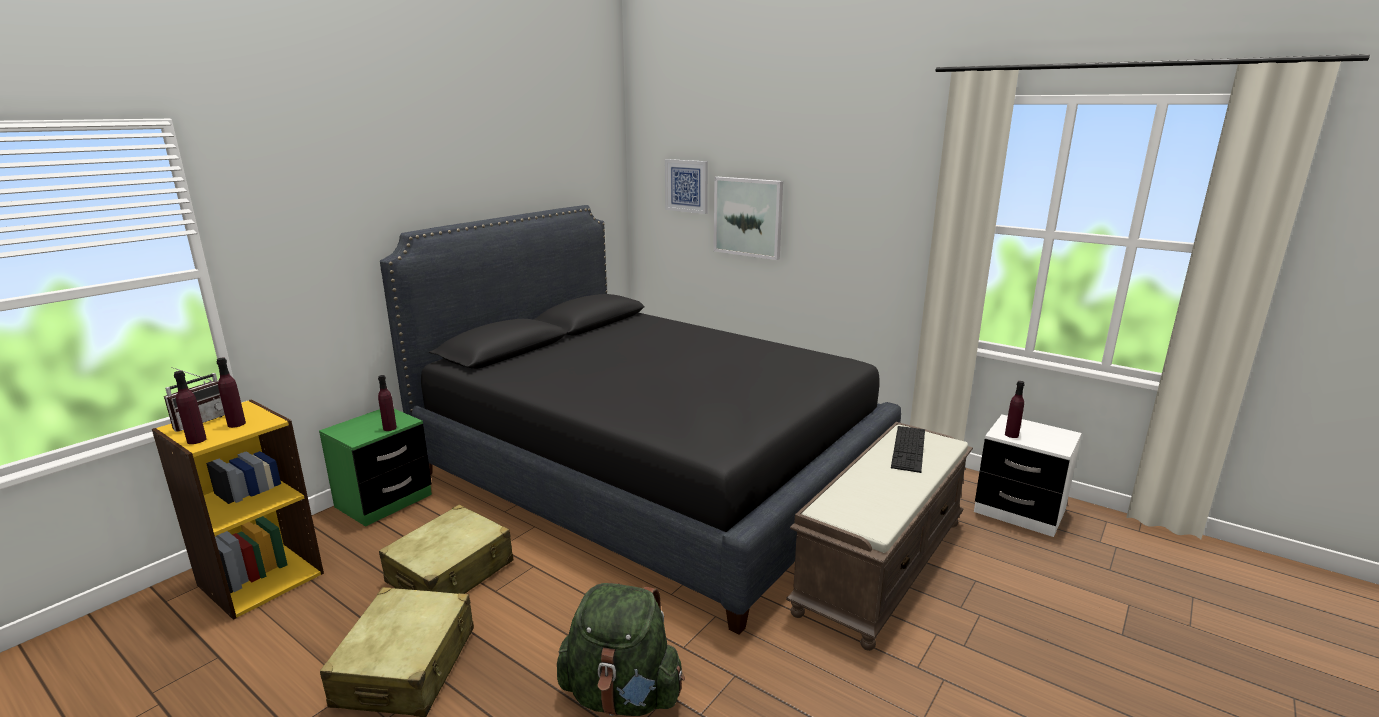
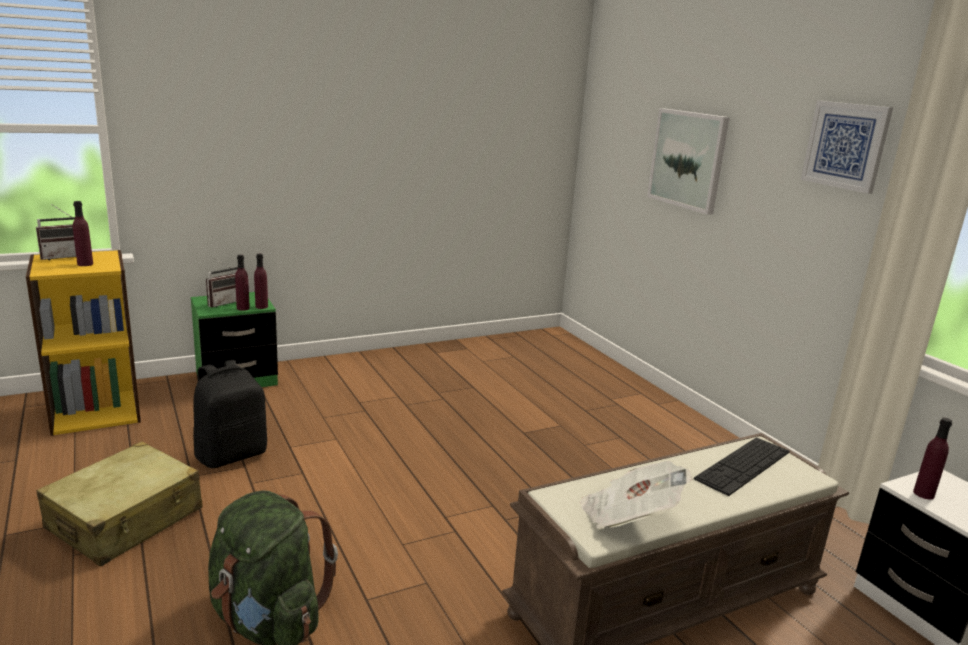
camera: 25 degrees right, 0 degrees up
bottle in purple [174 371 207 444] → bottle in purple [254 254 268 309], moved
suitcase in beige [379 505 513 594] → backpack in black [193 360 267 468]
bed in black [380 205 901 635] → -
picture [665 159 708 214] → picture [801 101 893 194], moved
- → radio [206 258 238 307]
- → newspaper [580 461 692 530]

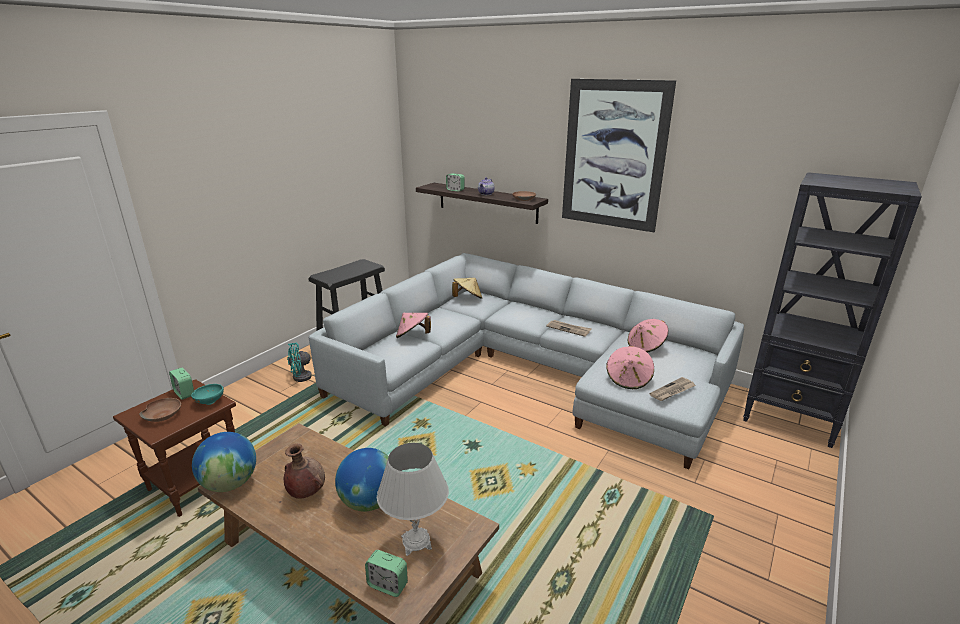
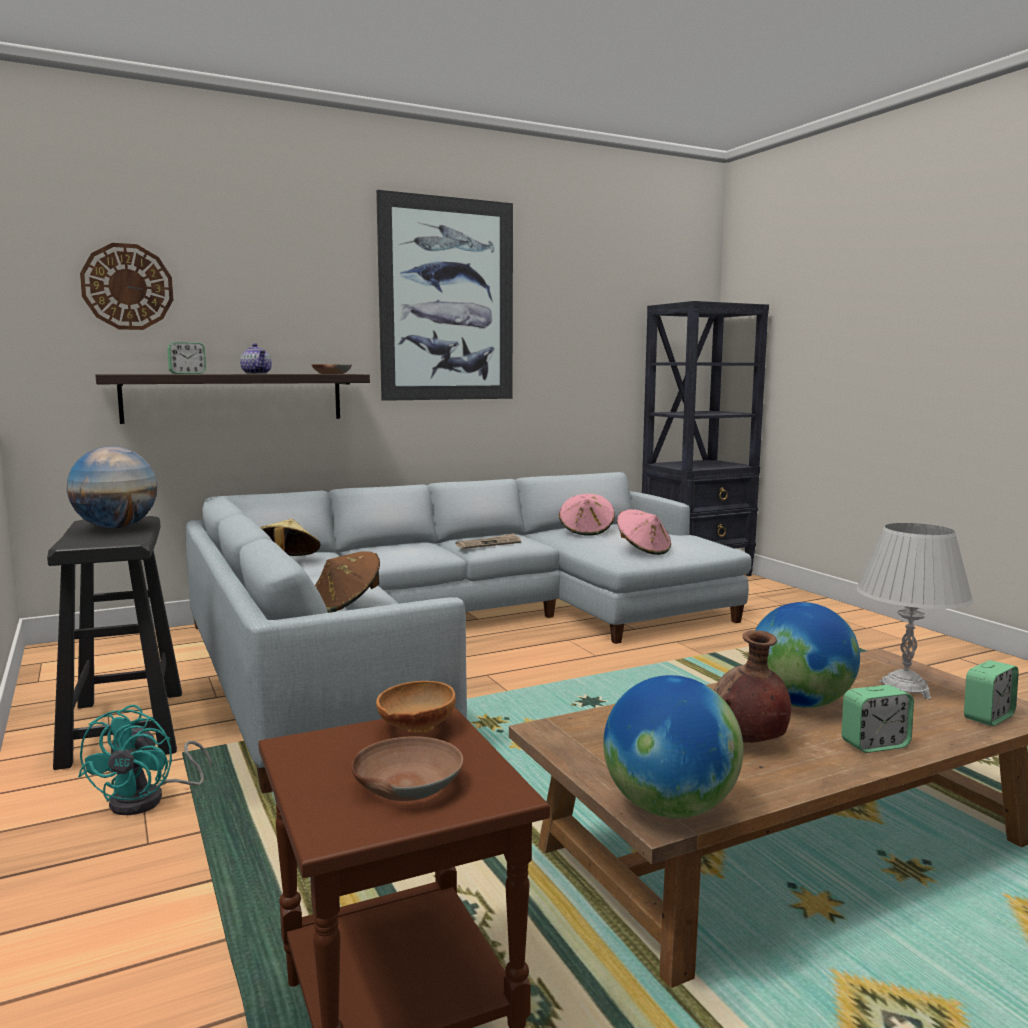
camera: 60 degrees left, 15 degrees down
alarm clock [169 368 194 400] → alarm clock [841 685 914 753], moved
bowl in turquoise [191 384 224 405] → bowl in brown [376 681 456 733]
hat in pink [396 313 431 338] → hat in brown [315 551 380 613]
newspaper [649 377 696 401] → -
- → globe [66 446 158 528]
- → wall clock [80 243 173 330]

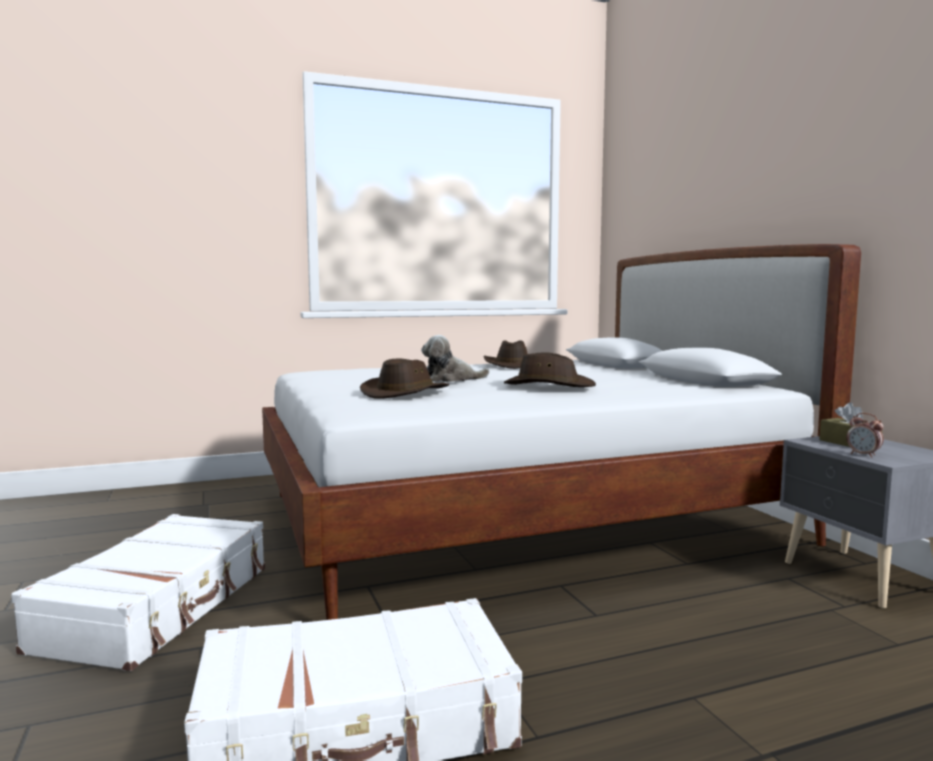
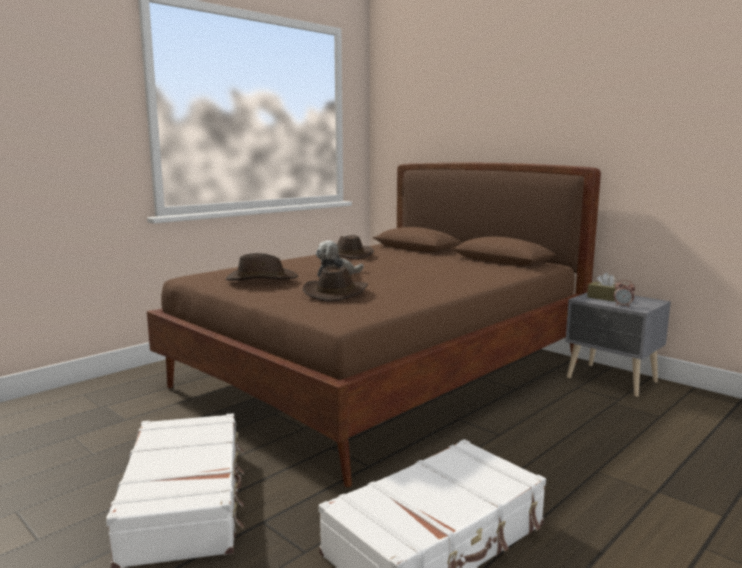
camera: 25 degrees left, 5 degrees up
bed in white [262 244 861 620] → bed in brown [147 163 601 487]
hat in brown [504 352 596 387] → hat in brown [226 253 298 281], moved

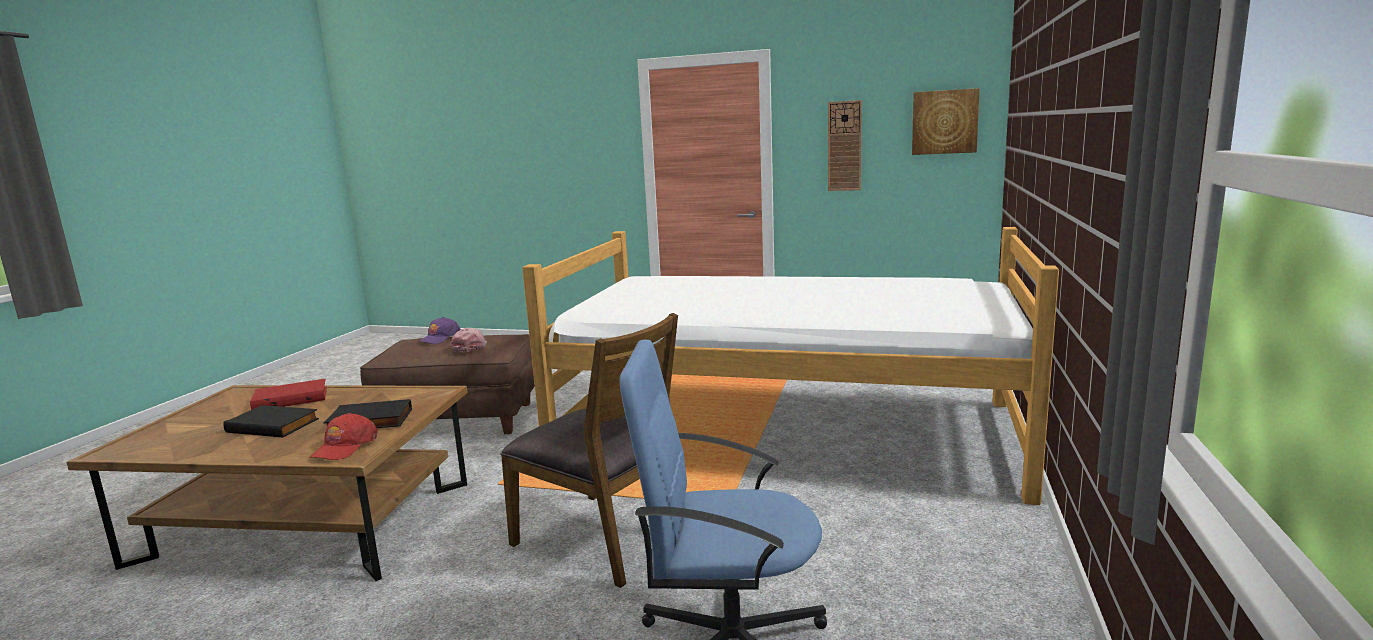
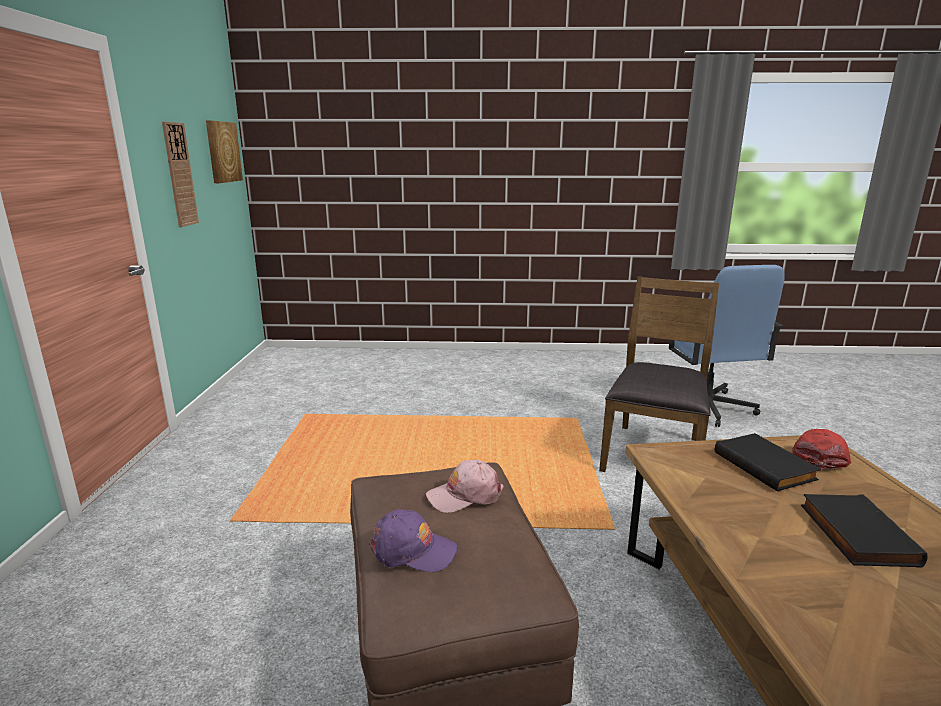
camera: 105 degrees left, 5 degrees up
book in red [250 379 327 410] → -
cap in red [310 413 378 460] → cap in red [792 429 851 469], 60 degrees counterclockwise
bed [522 227 1059 505] → -

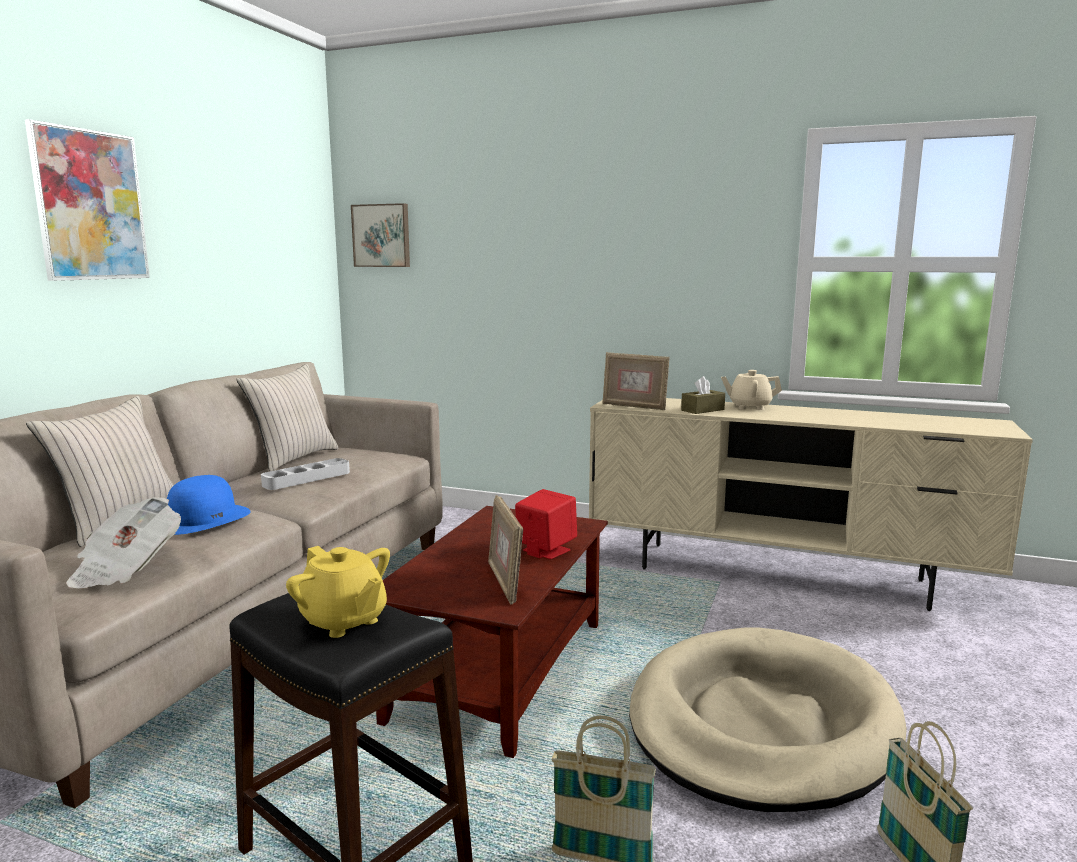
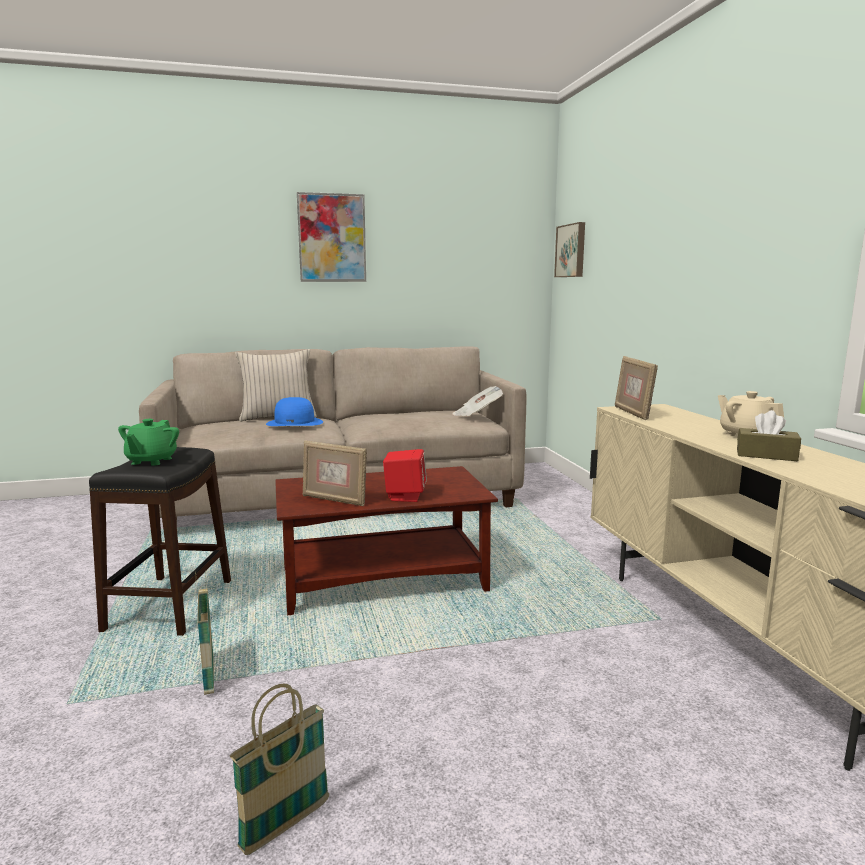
camera: 55 degrees right, 0 degrees up
newspaper [66 497 181 588] → newspaper [452 386 503 416], moved
pillow in beige [236 364 339 471] → -
tray in grey [261 458 350 490] → -
teapot in yellow [286 546 390 638] → teapot in green [118 419 179 466]
picture frame [488 495 523 605] → picture frame [303 441 367 506], 105 degrees counterclockwise
dog bed in beige [629 627 907 812] → -
tissue box in brown [681 376 725 414] → tissue box in brown [737 410 801 461], moved

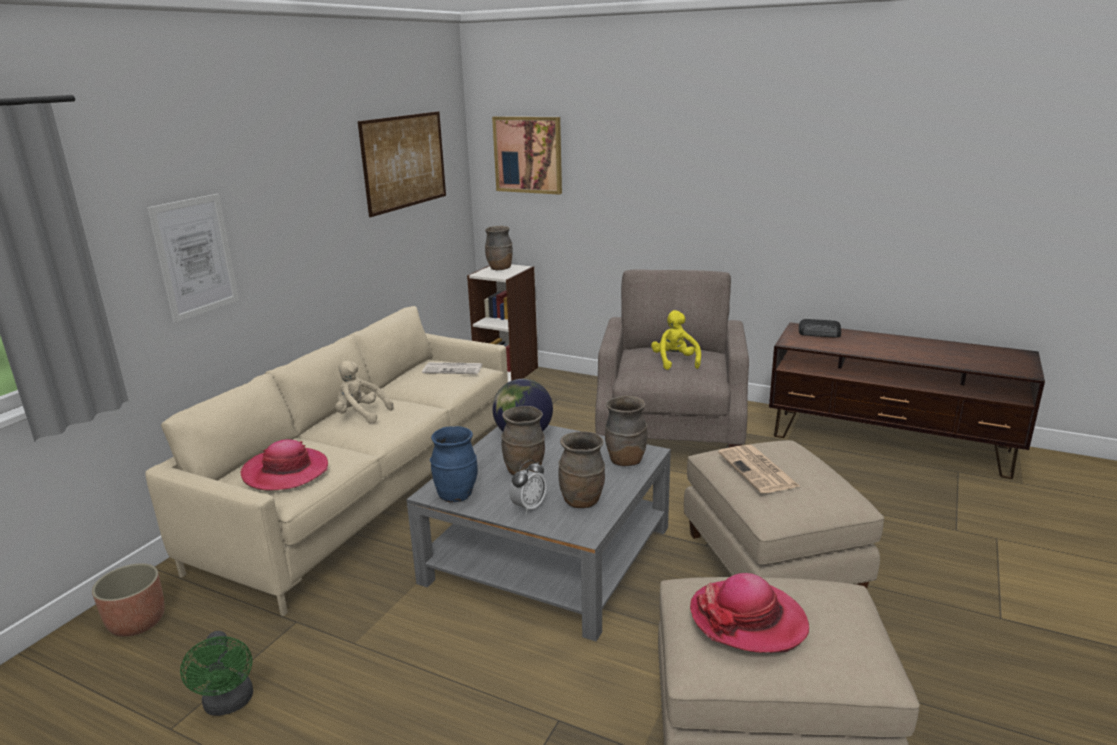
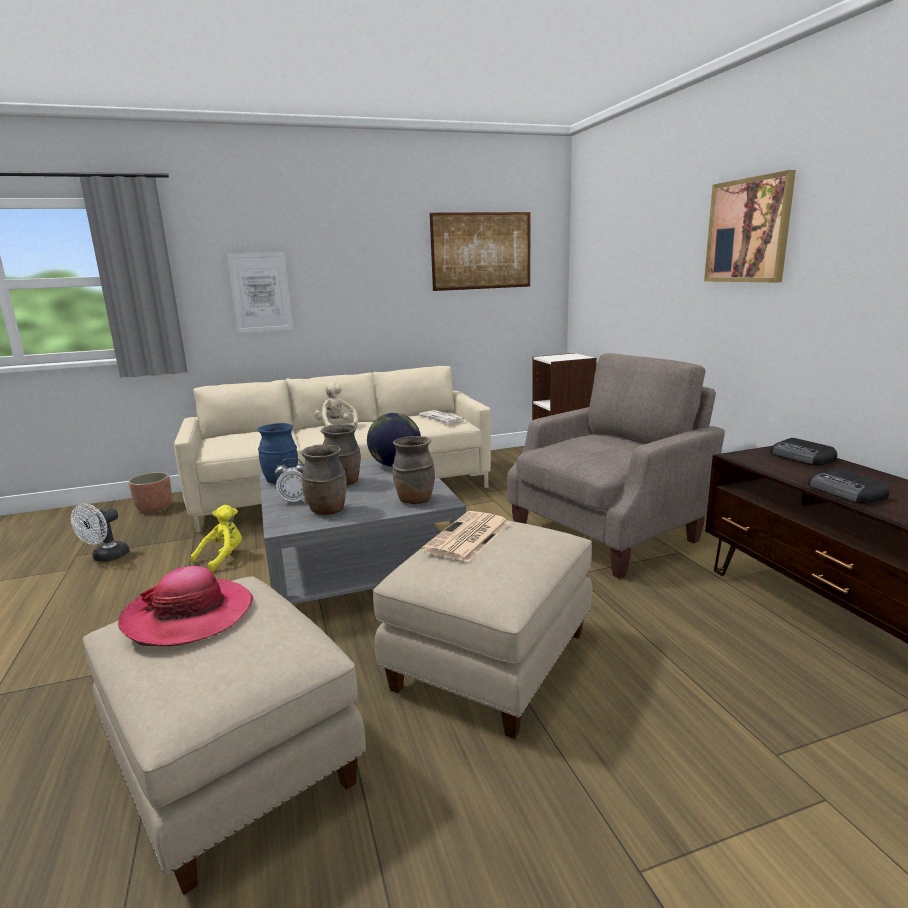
camera: 45 degrees right, 5 degrees down
fan in green [180 631 253 716] → fan in white [71 504 129 562]
hat [241 439 328 491] → -
vase in brown [485 226 513 270] → -
picture [492 116 562 195] → picture [704 170 796 282], moved
plush toy in yellow [651 310 701 370] → plush toy in yellow [191 505 242 572], moved
- → radio [808 468 889 504]

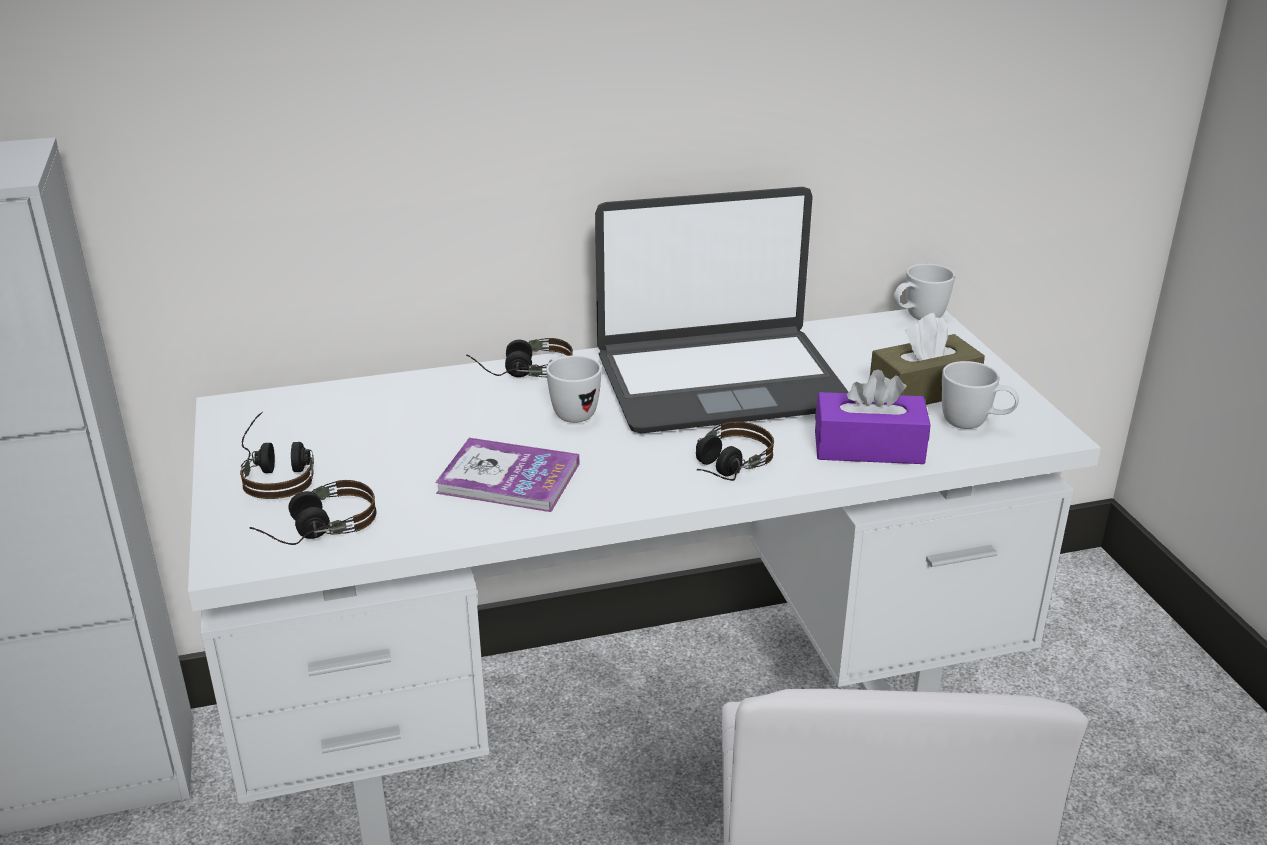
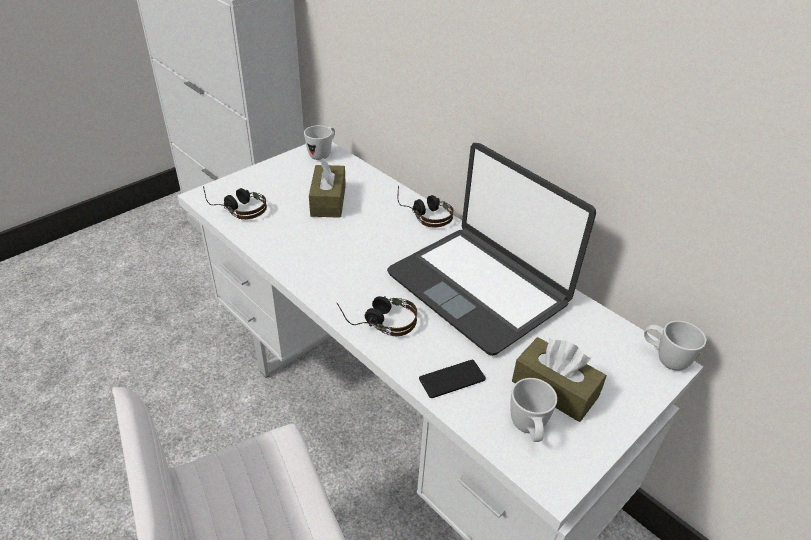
camera: 60 degrees right, 10 degrees up
headphones [240 412 314 499] → -
book [435 438 580 512] → -
mug in white [546 355 602 423] → mug in white [304 125 335 160], moved
tissue box in purple [815 370 931 464] → phone [419 360 486 398]
- → tissue box in brown [309 158 346 218]

